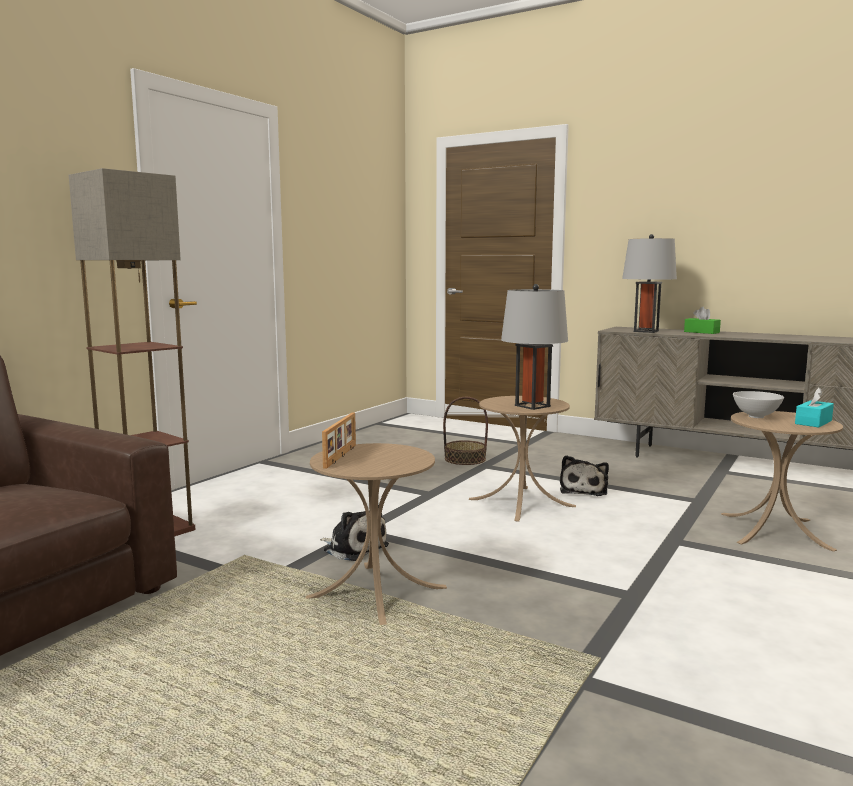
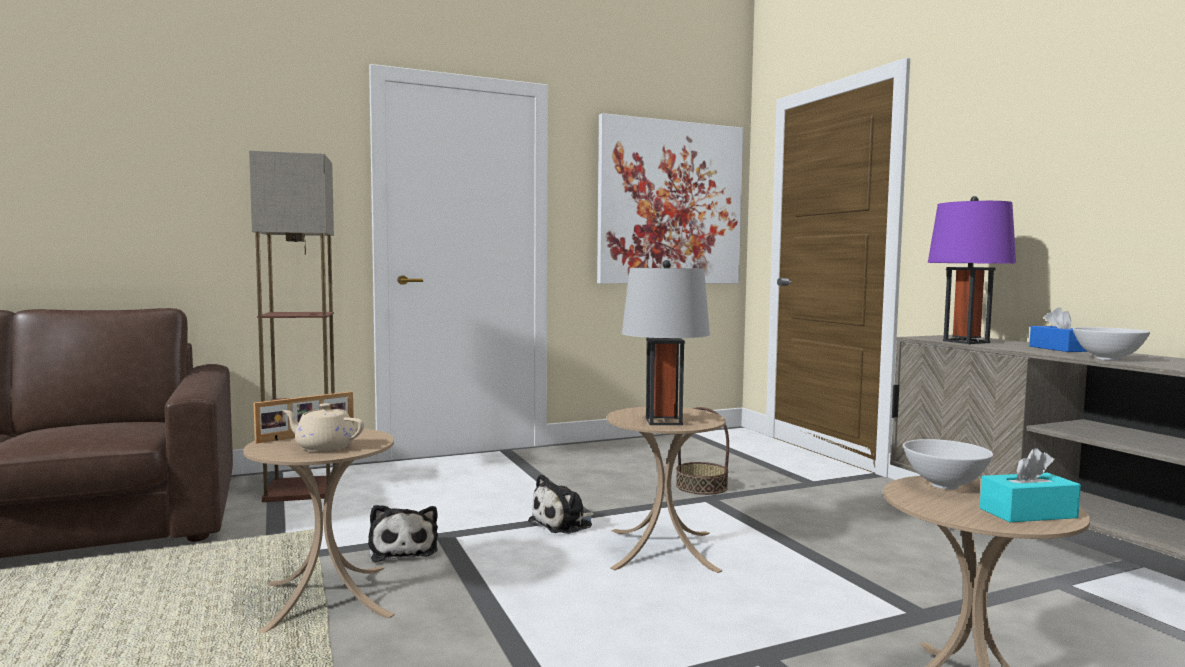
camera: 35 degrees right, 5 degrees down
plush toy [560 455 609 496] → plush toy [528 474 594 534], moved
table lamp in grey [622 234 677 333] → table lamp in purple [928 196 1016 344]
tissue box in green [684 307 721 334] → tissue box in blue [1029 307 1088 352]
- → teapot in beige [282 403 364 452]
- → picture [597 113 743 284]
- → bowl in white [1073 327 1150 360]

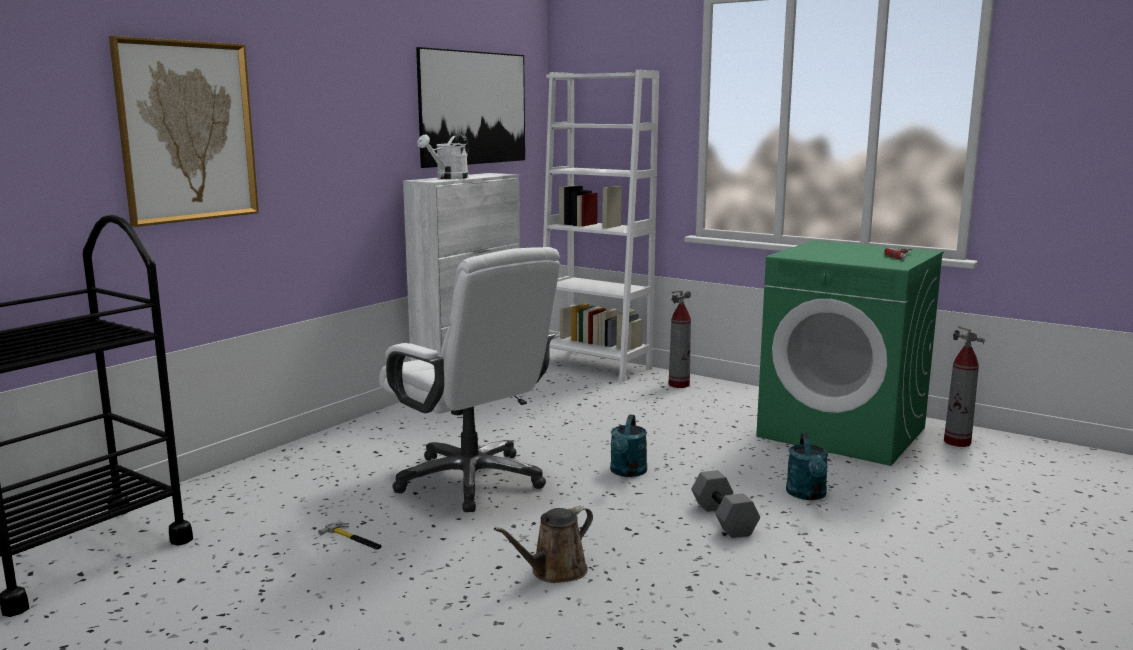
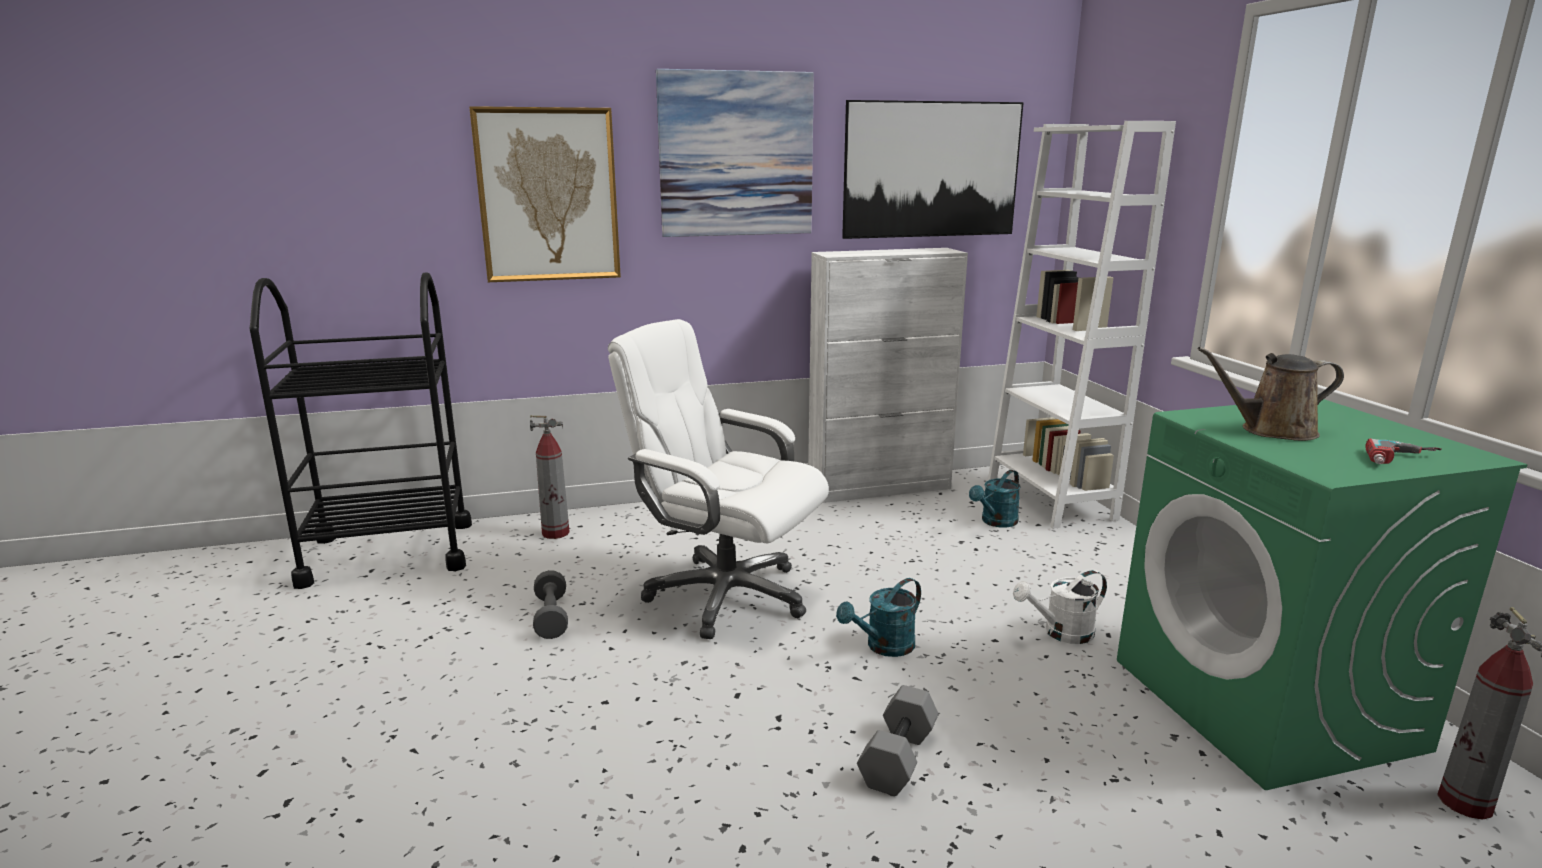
camera: 40 degrees right, 5 degrees up
hammer [318 523 382 550] → dumbbell in grey [533 570 568 639]
office chair in white [379 247 560 512] → office chair in white [608 319 829 639], 120 degrees clockwise
watering can in white [417 134 469 179] → watering can in white [1013 570 1107 644], moved
watering can in brown [494 506 593 583] → watering can in brown [1198 347 1344 441], moved
fire extinguisher [669 290 691 388] → fire extinguisher [530 415 570 539], moved
watering can in turquoise [786 433 828 500] → watering can in turquoise [969 470 1021 527], moved
- → picture [656 69 814 237]

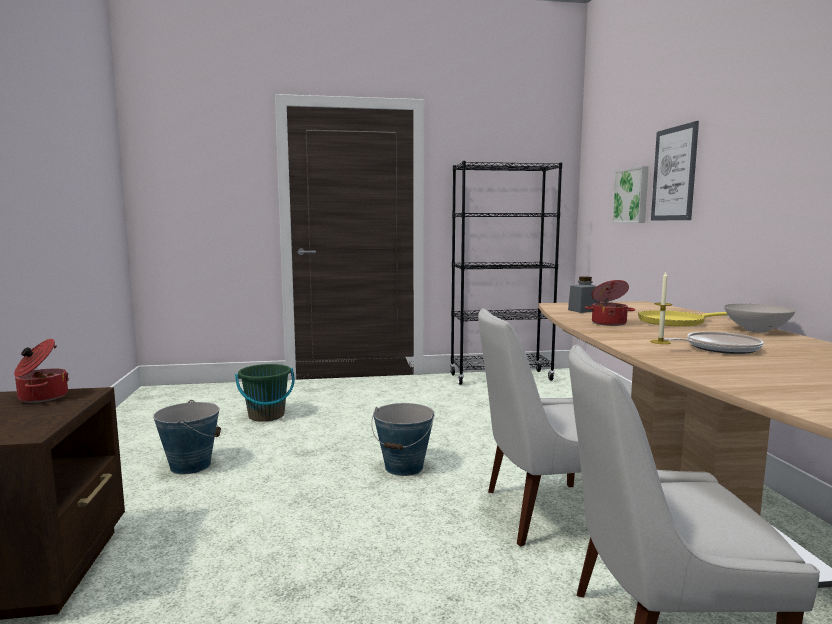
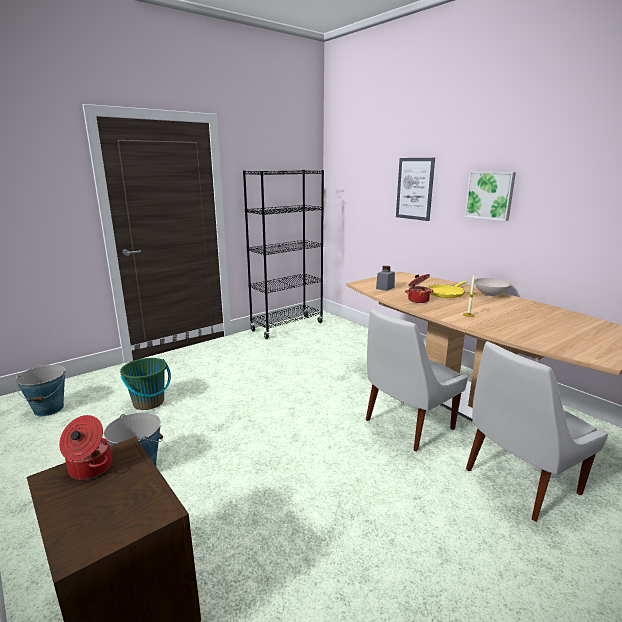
camera: 30 degrees left, 10 degrees up
bucket [371 403 435 476] → bucket [15 365 65 416], moved
picture [611 166 649 223] → picture [464 171 516 221], moved
frying pan [664 331 764 354] → -

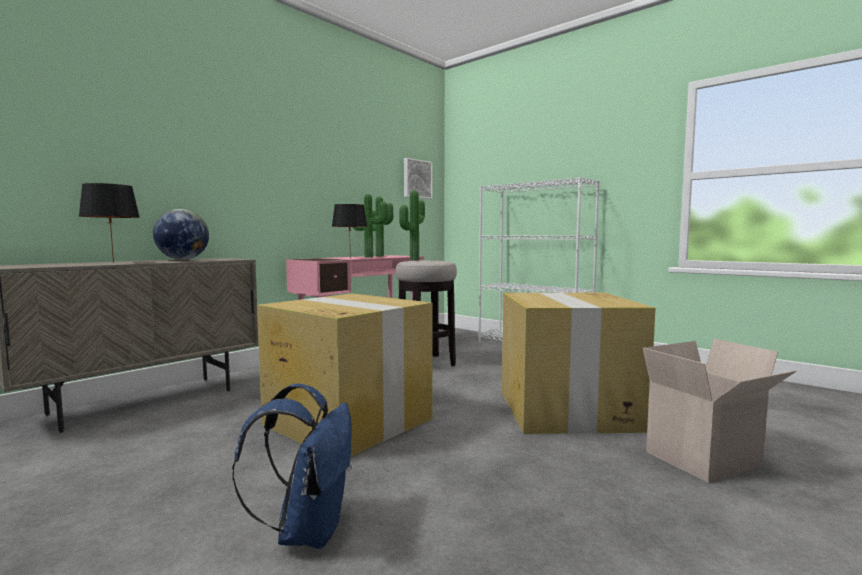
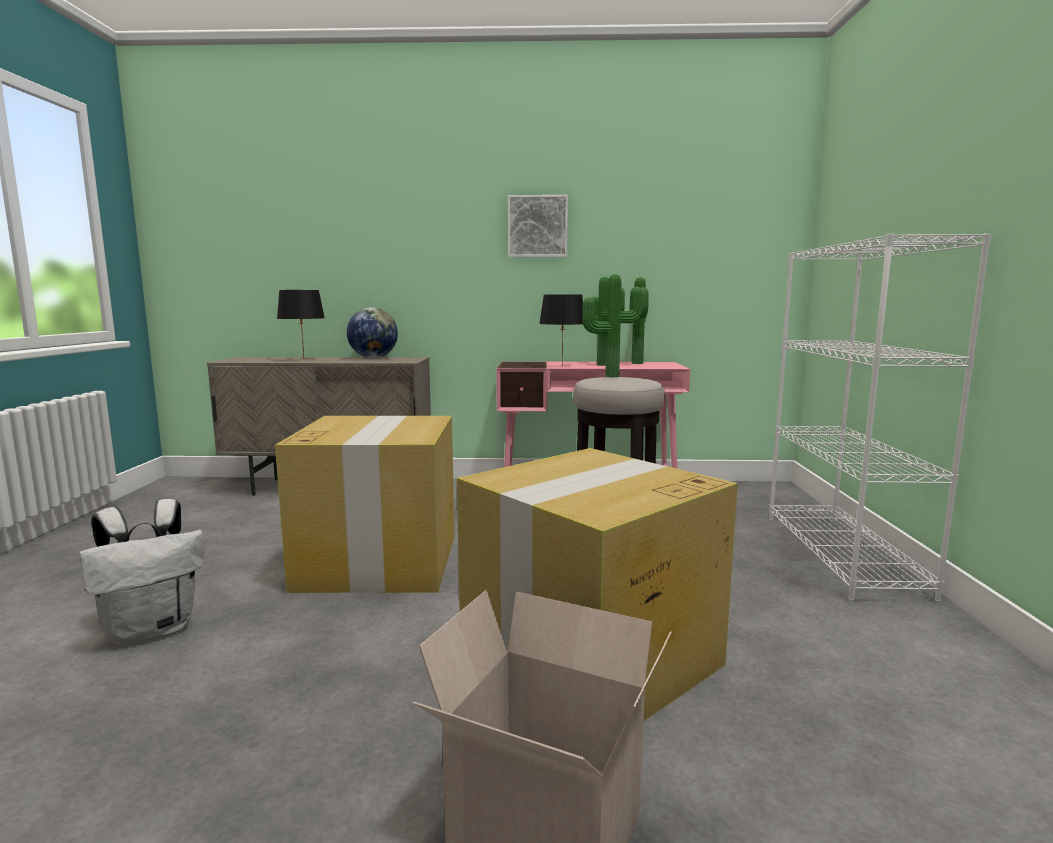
camera: 50 degrees right, 5 degrees up
backpack in blue [232 384 352 549] → backpack in white [80 499 204 646]
picture [404 158 433 199] → picture [508 195 568 257], moved

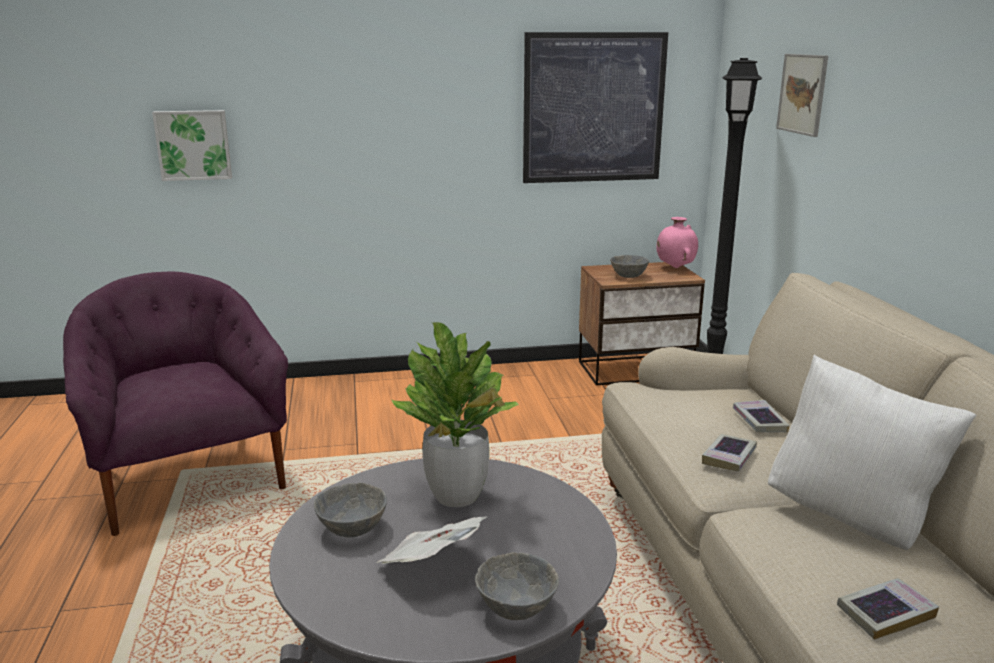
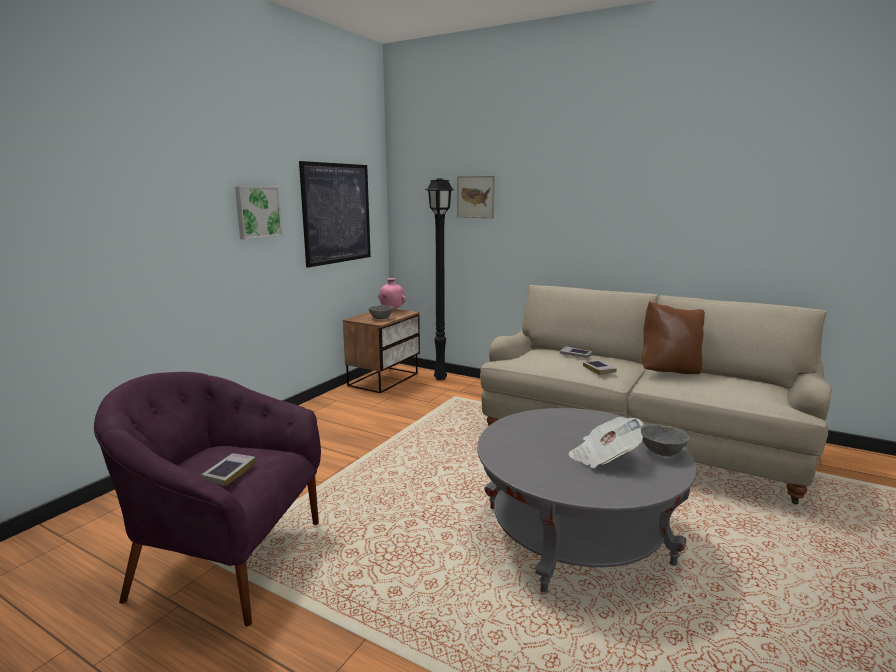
camera: 50 degrees left, 5 degrees down
picture [152 110 232 181] → picture [235 187 283 240], moved
bowl in grey [314 483 387 538] → -
potted plant [391 322 519 507] → -
pillow in white [768 355 976 550] → pillow in brown [641 301 705 374]
book [837 578 939 640] → book [201 453 256 486], moved

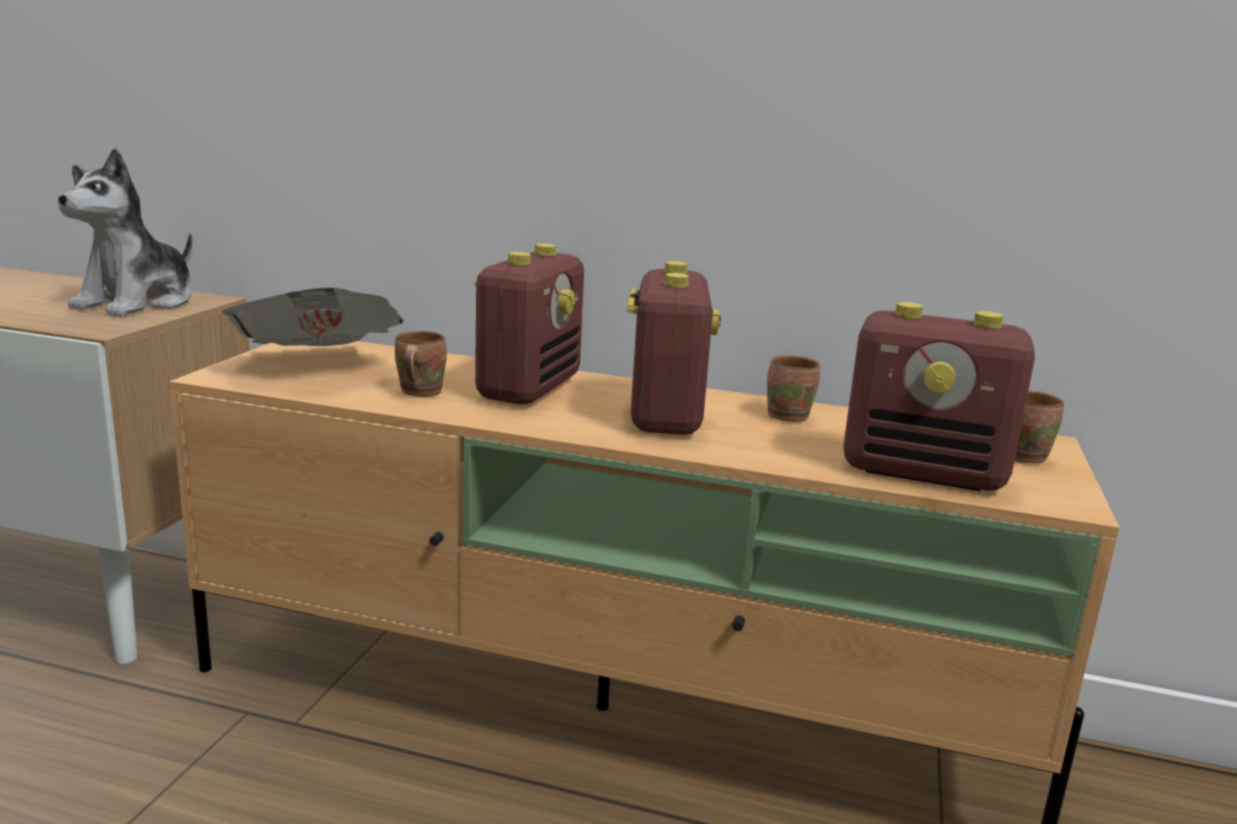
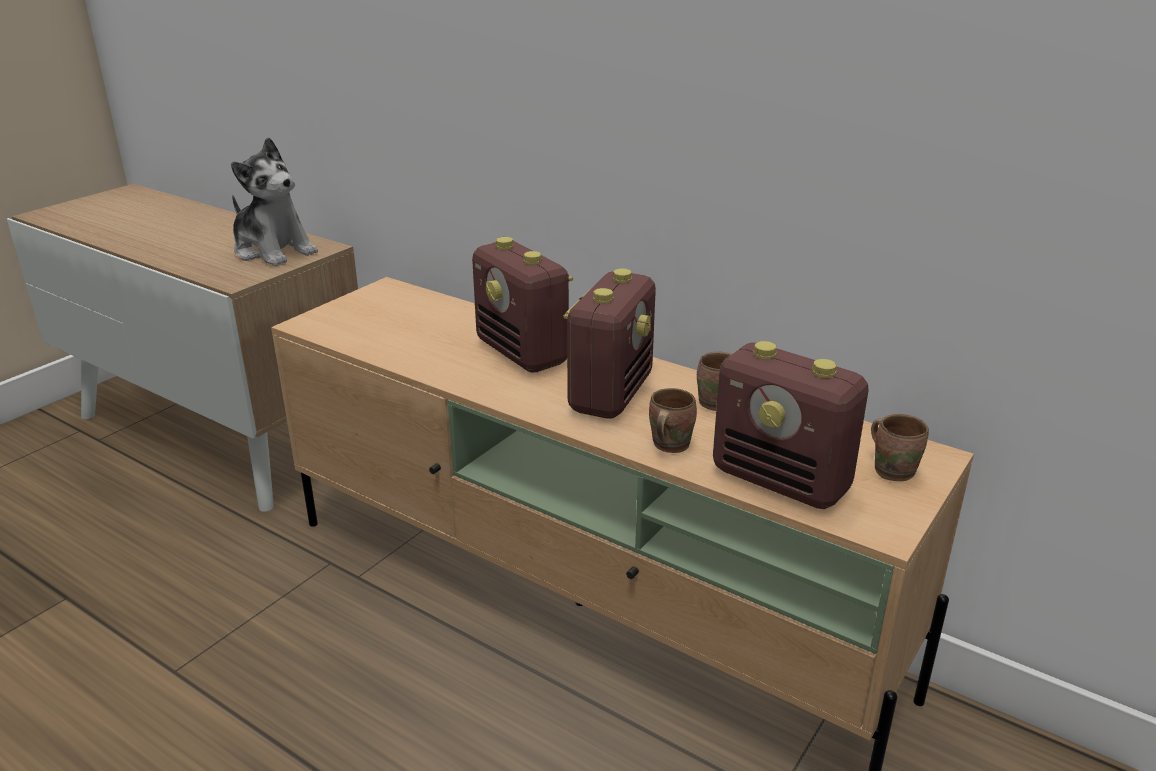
camera: 20 degrees right, 10 degrees up
plush toy [58 148 192 316] → plush toy [231 137 318 266], 90 degrees counterclockwise
newspaper [222 288 403 346] → -
mug in brown [395 331 447 397] → mug in brown [649 388 697 453], moved
radio [474 244 584 405] → radio [472 237 573 373], 105 degrees clockwise

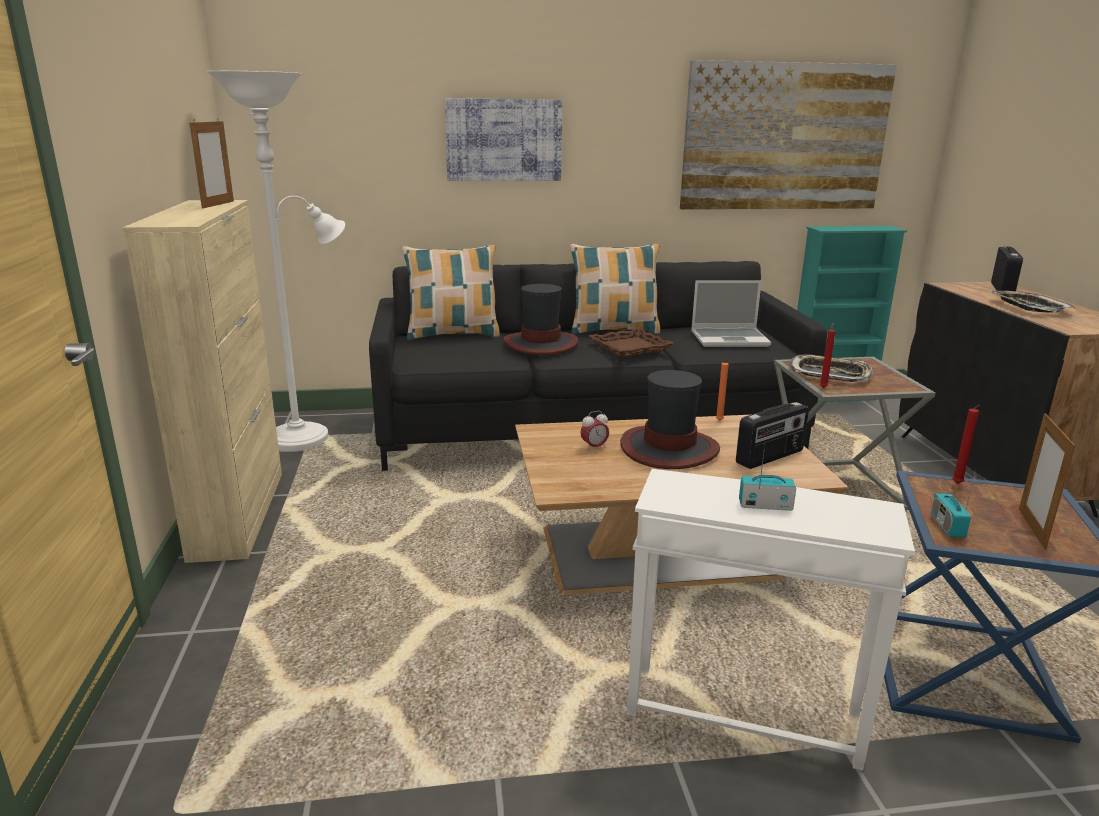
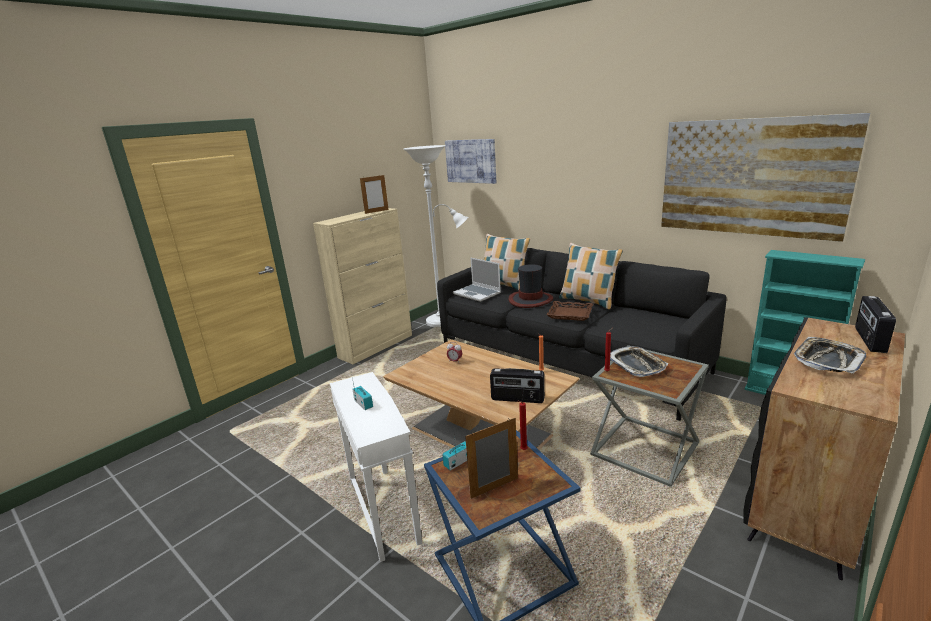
camera: 50 degrees right, 0 degrees up
picture [445 98 562 181] → picture [445 139 496 184], moved
hat [620 370 720 469] → -
laptop [691 281 771 347] → laptop [453 258 501 302], moved
radio [991 246 1023 291] → radio [855 296 896 353], 135 degrees clockwise

